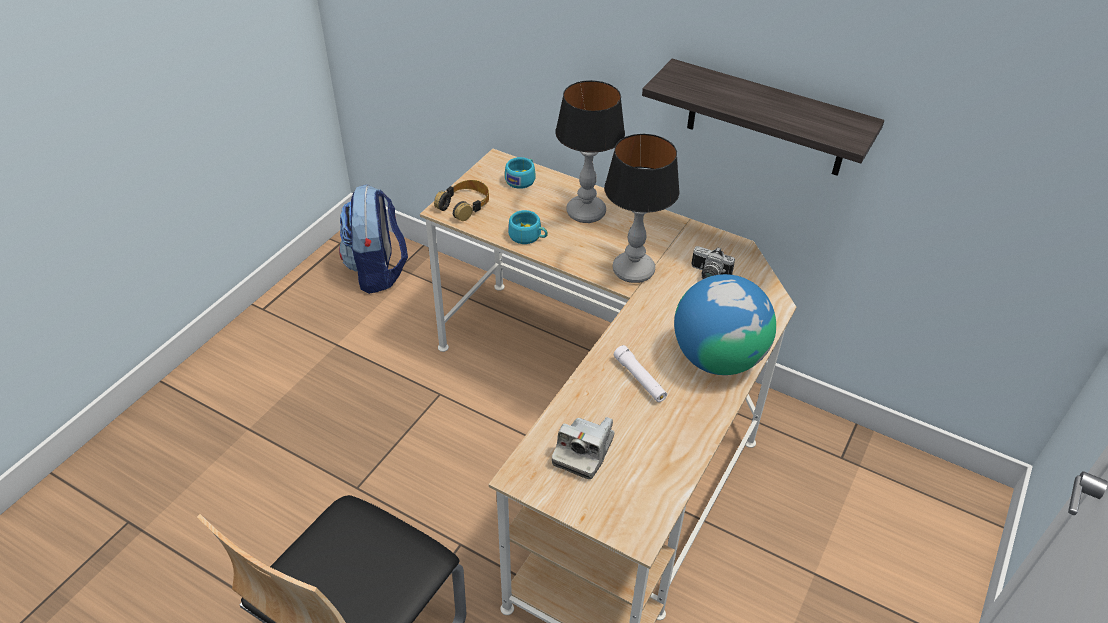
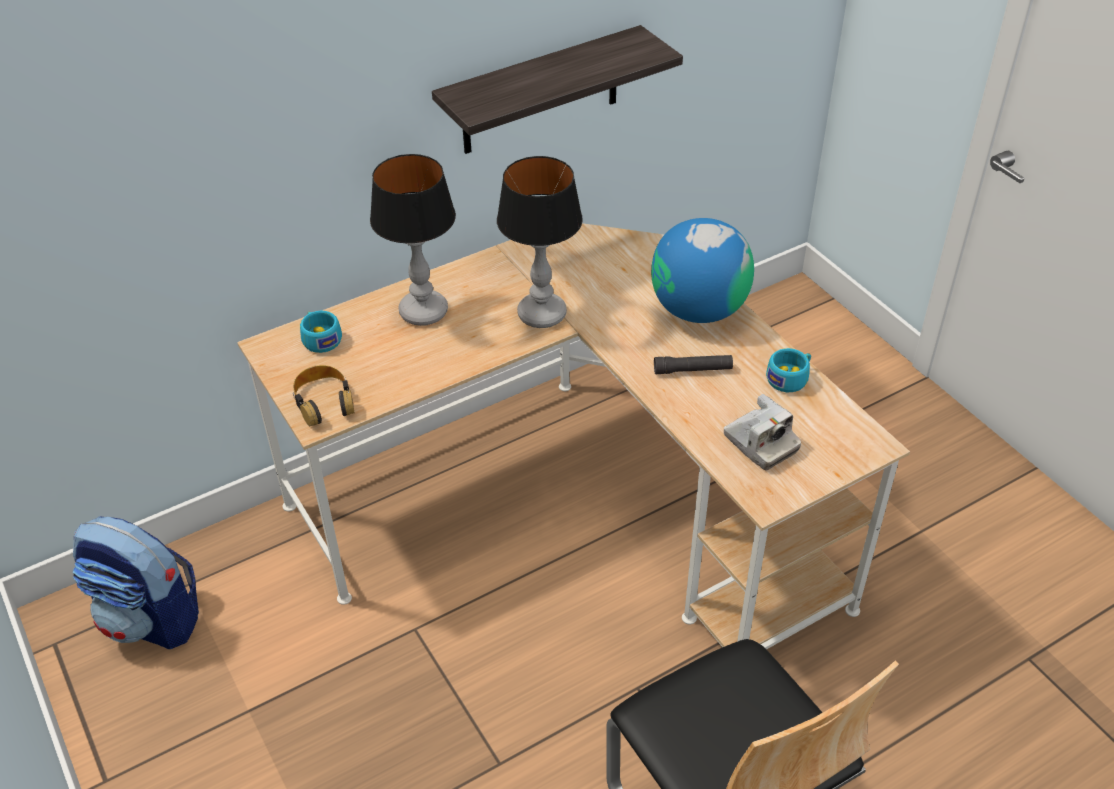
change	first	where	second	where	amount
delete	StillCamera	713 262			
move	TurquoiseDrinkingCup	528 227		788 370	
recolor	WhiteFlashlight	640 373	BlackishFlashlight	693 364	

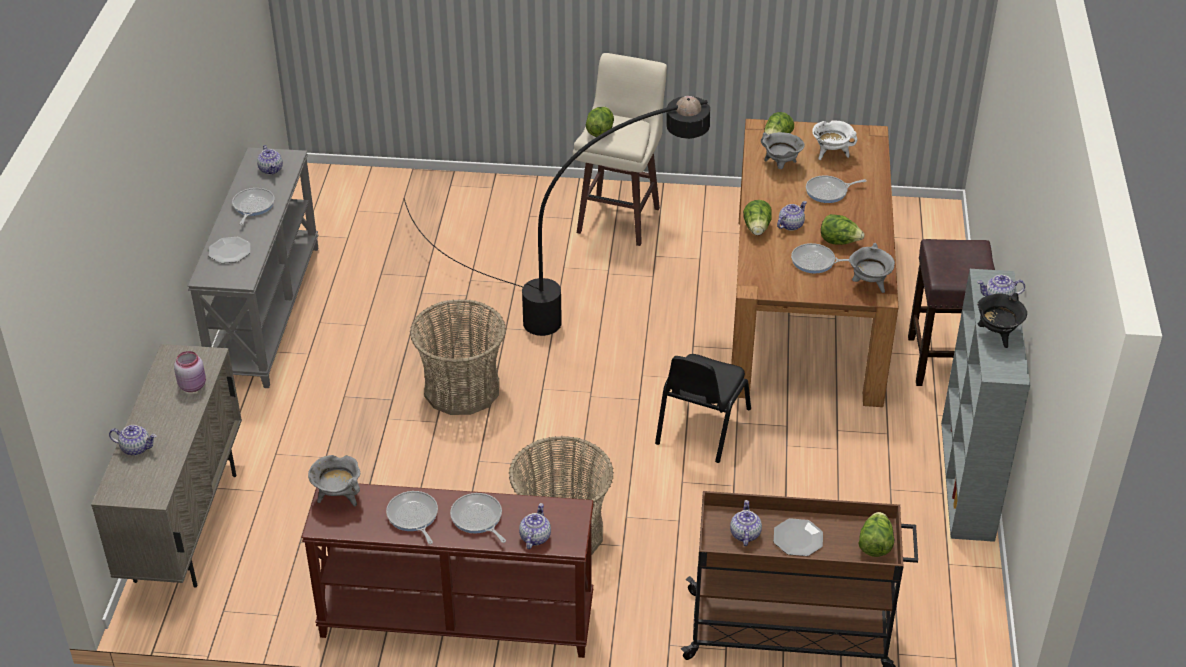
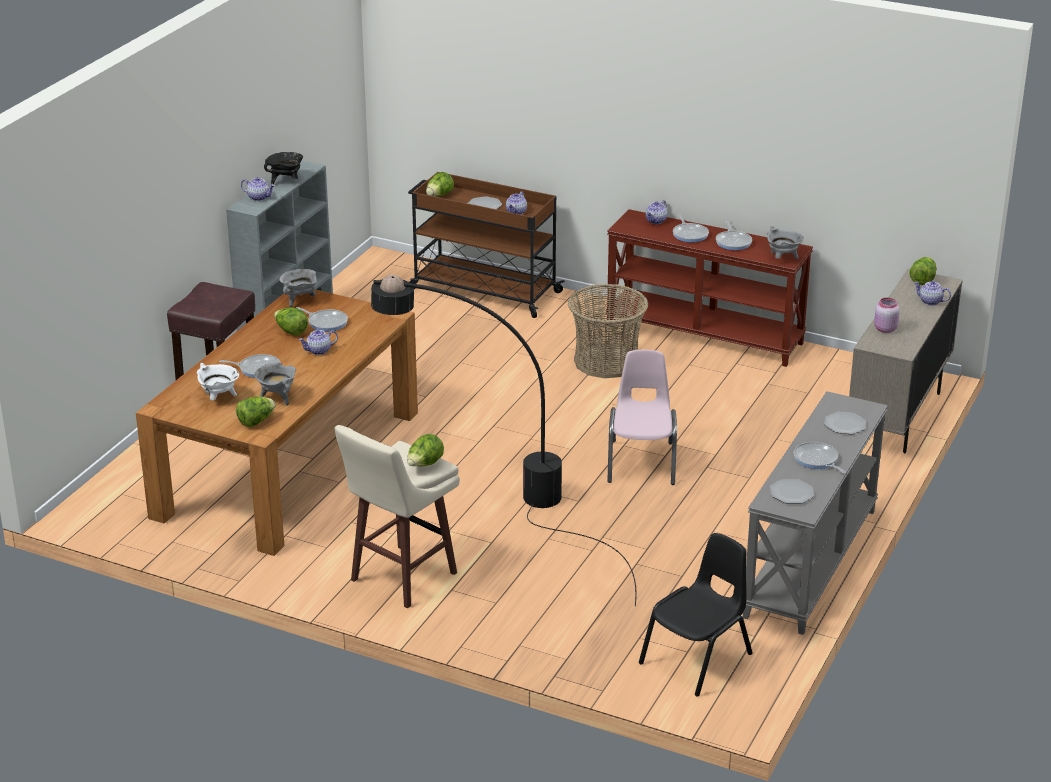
change	first	where	second	where	amount
move	BlackishPlainChair	703 408		696 615	
move	HeadOfLettuce	757 217		923 271	
replace	Teapot	270 160	Plate	792 491	
replace	Basket	458 357	PinkishPlainChair	642 417	
rotate	FryingPan	253 206		820 457	120 degrees clockwise

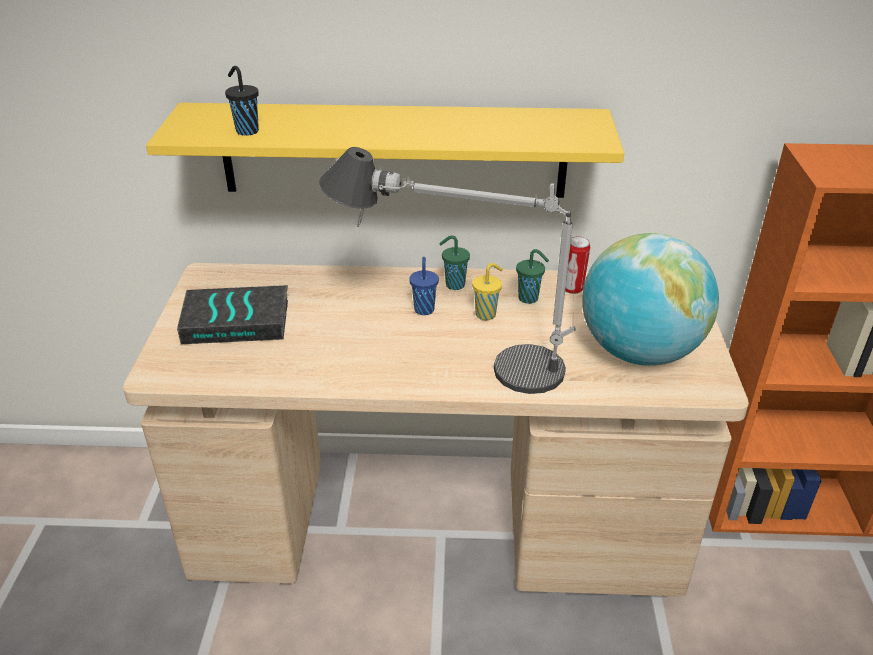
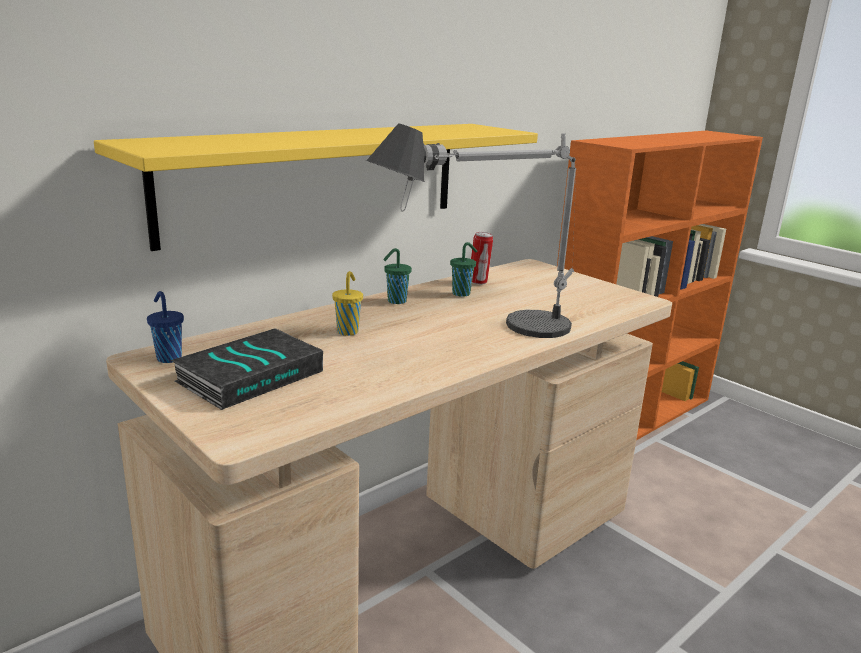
change	first	where	second	where	amount
delete	BlackishDrinkingCup	242 101			
delete	DeskGlobe	650 299			
move	BluishDrinkingCup	424 286		165 327	
move	YellowDrinkingCup	487 291		347 303	

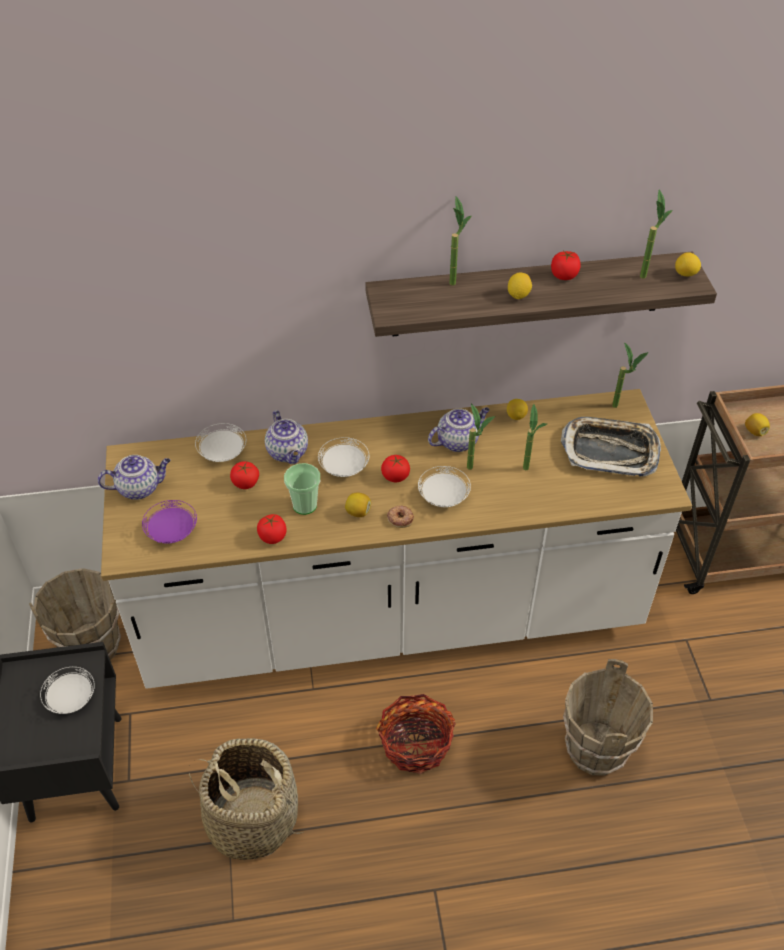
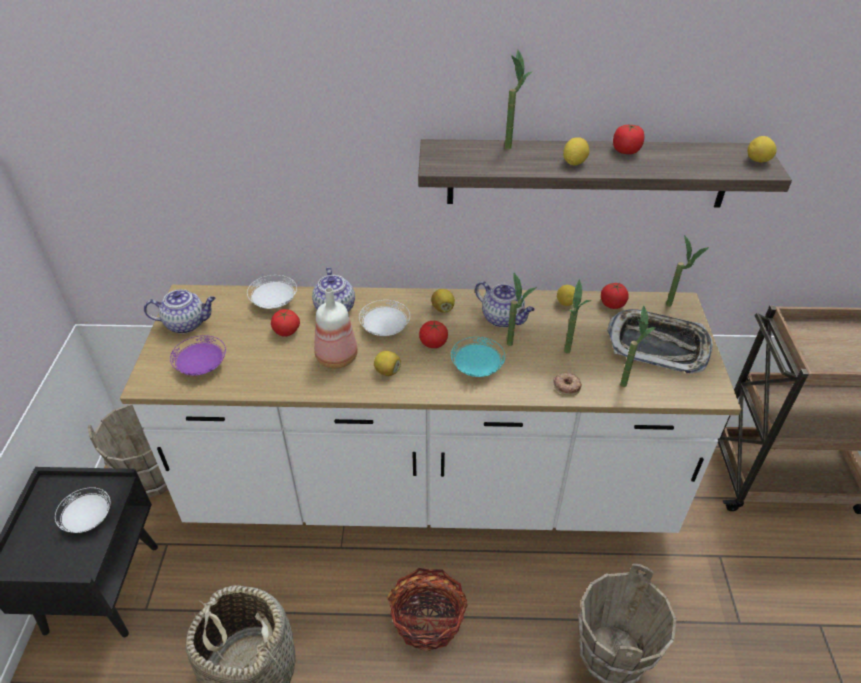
change	first	where	second	where	amount
move	Tomato	272 529		615 296	
move	Donut	400 517		567 384	
move	PottedPlant	656 233		638 346	
move	CitrusFruit	757 424		443 301	
replace	DrinkingCup	302 489	DrinkBottle	336 328	
recolor	WhitePlate	444 486	TurquoisePlate	478 357	
rotate	Teapot	459 429		505 304	60 degrees clockwise

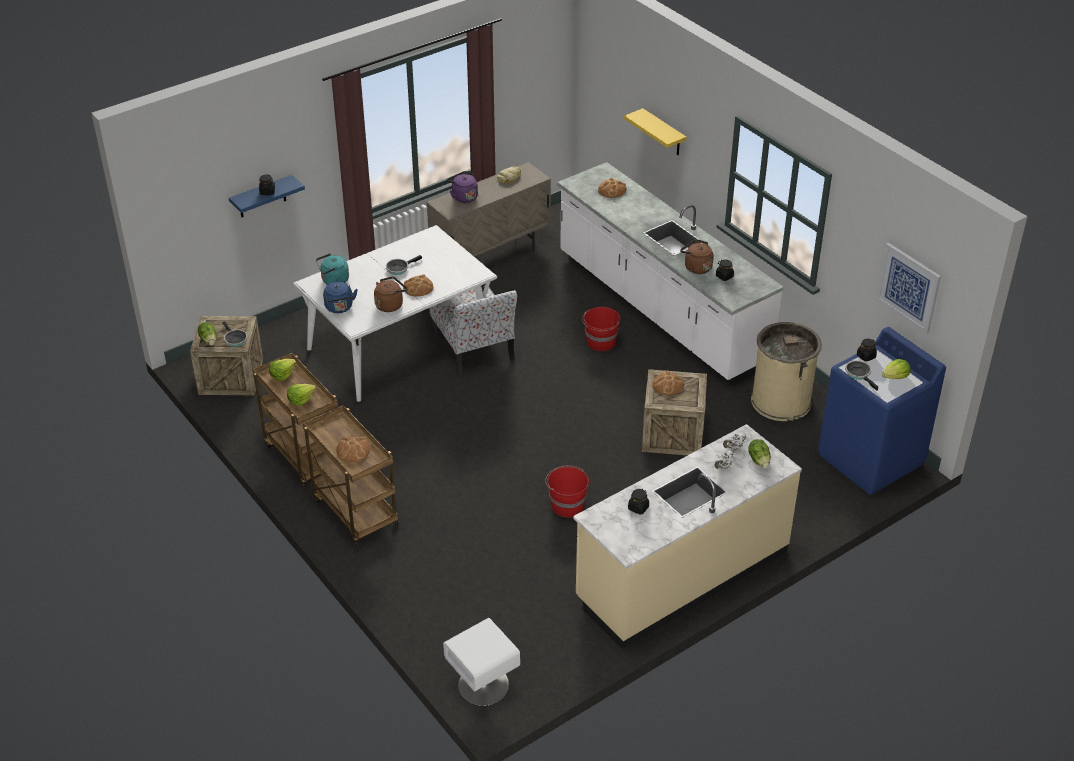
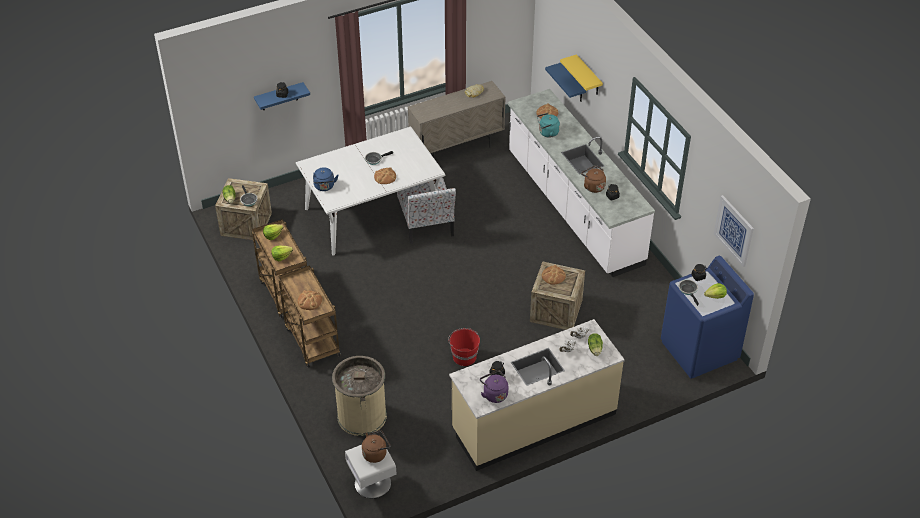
change	first	where	second	where	amount
delete	ReddishBucket	601 329			
insert			BluishShelf	565 82	
move	TurquoiseKettle	332 269		548 125	
move	BrownColouredKettle	390 294		376 446	
move	PurplishKettle	462 187		494 386	
move	SandColouredRubbishBin	786 371		359 396	

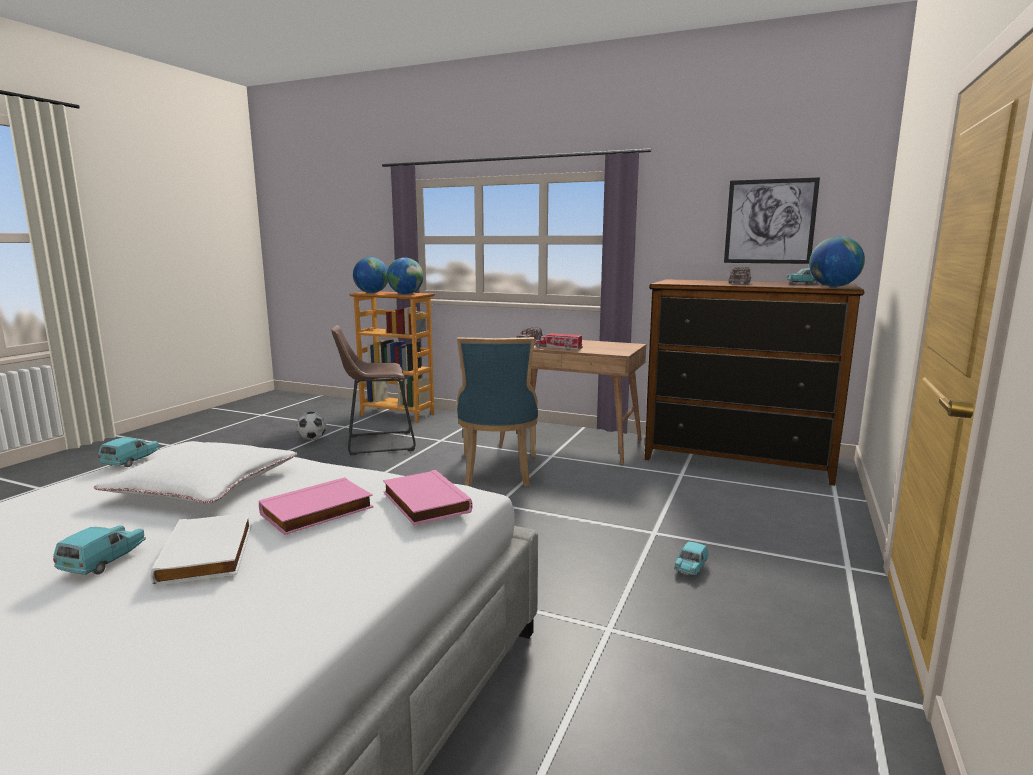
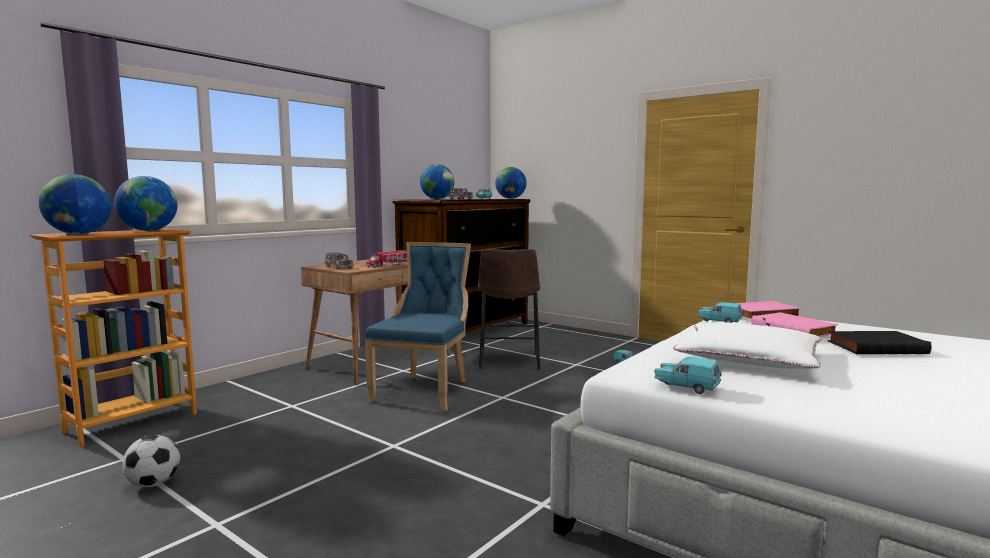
change	first	where	second	where	amount
delete	WallArt	772 220			
insert			DeskGlobe	437 181	
move	TurquoiseToyCar	99 550		720 312	
move	BrownColouredSittingStool	373 390		509 309	
recolor	WhiteVolume	201 549	BlackishVolume	879 342	
rotate	BluishPlainChair	497 411		418 326	90 degrees counterclockwise

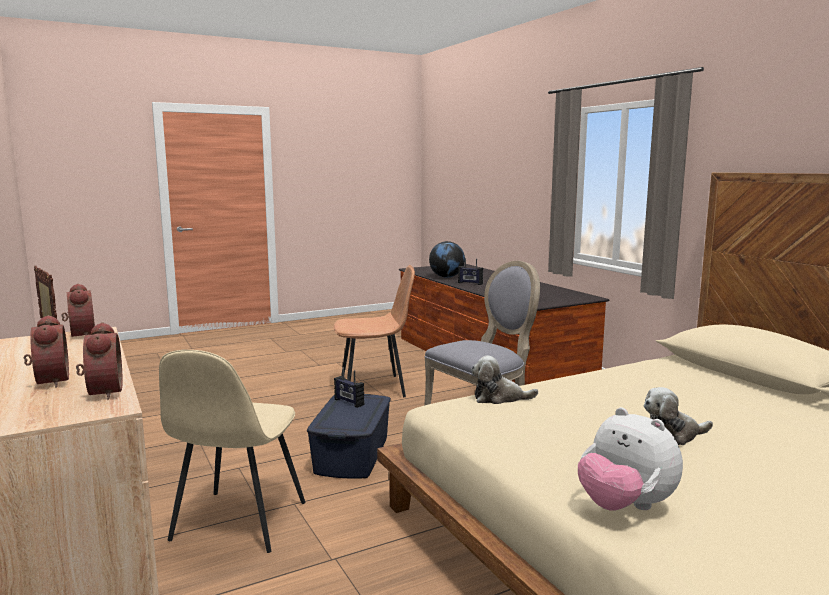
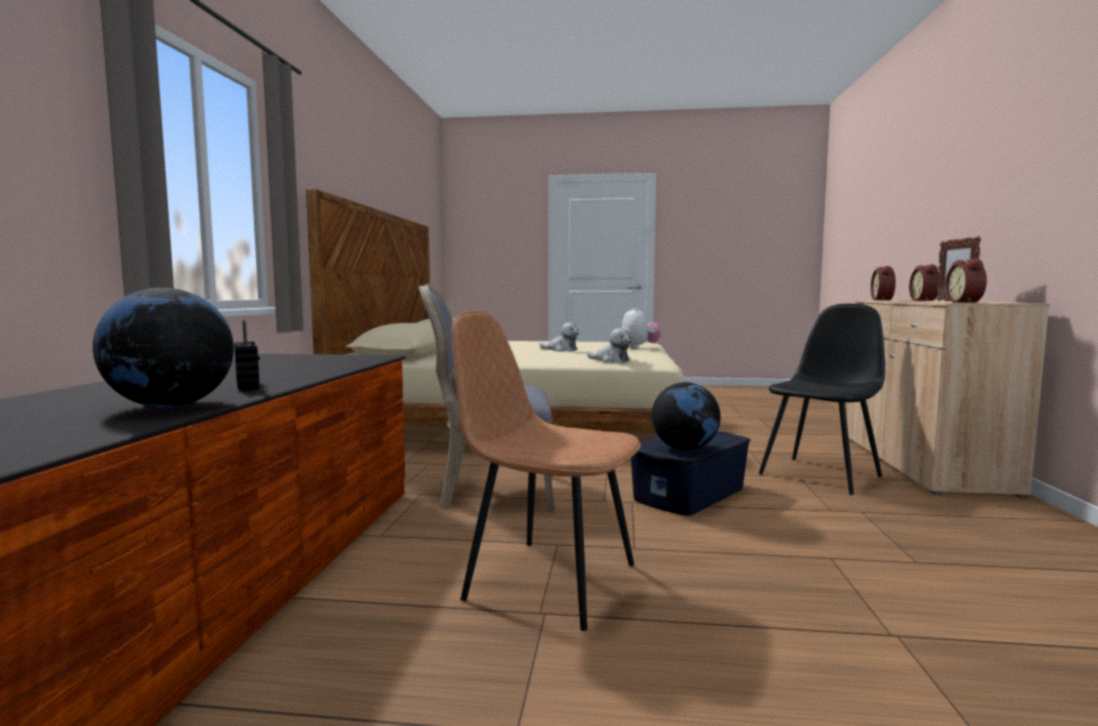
change	first	where	second	where	amount
replace	Radio	349 387	DeskGlobe	686 416	
recolor	SandColouredPlainChair	232 451	BlackishPlainChair	822 399	

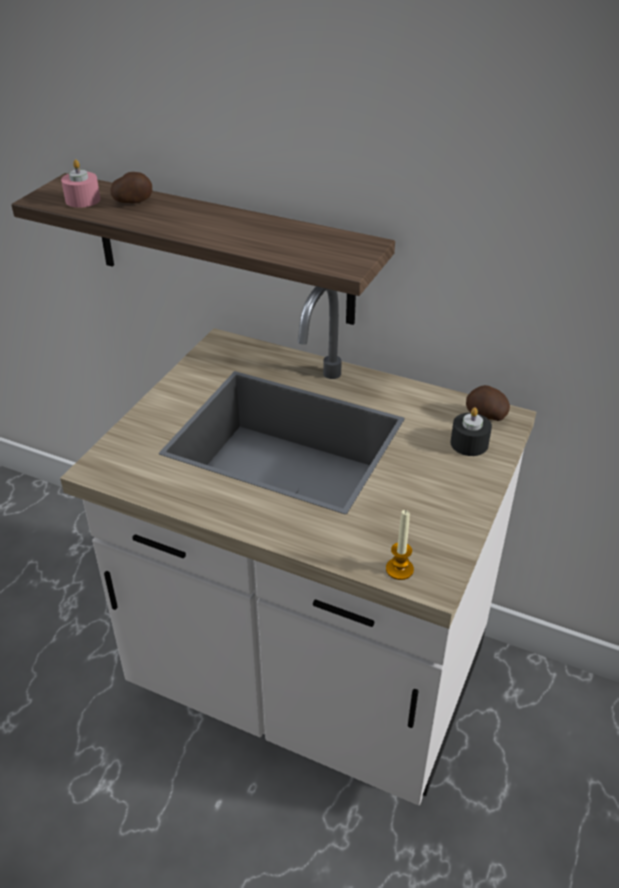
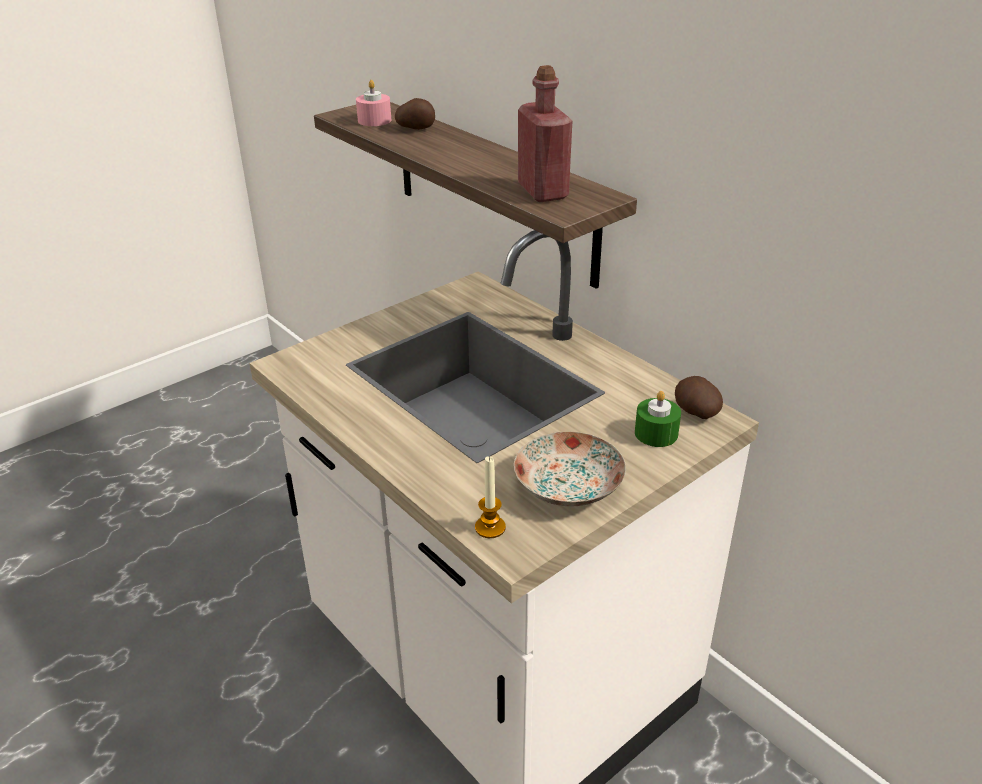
change	first	where	second	where	amount
insert			Plate	570 469	
insert			ReddishDrinkBottle	545 133	
recolor	BlackishCandle	471 431	GreenColouredCandle	658 419	

